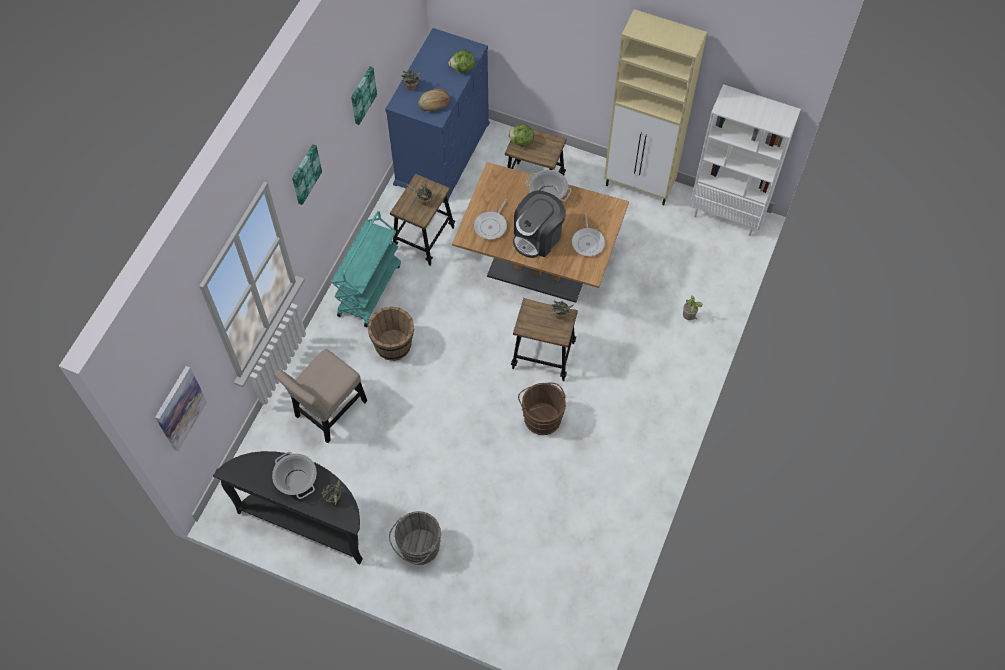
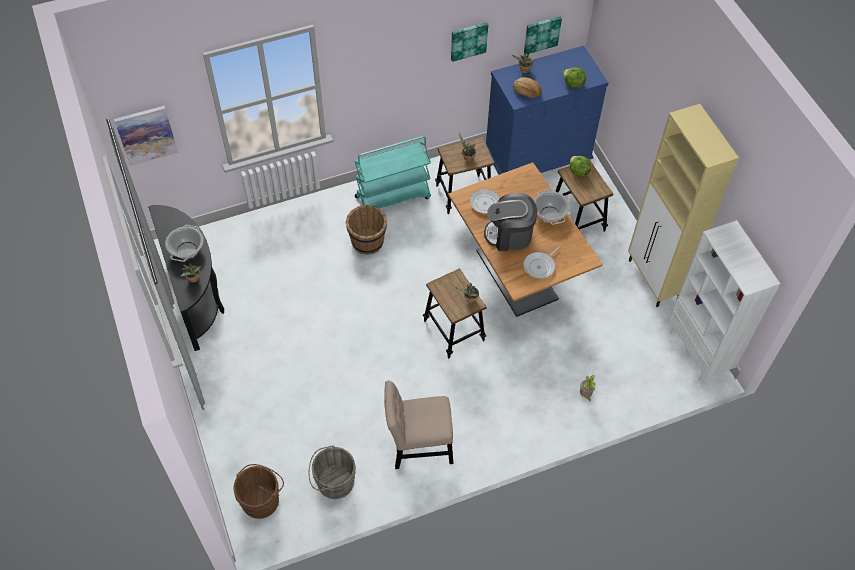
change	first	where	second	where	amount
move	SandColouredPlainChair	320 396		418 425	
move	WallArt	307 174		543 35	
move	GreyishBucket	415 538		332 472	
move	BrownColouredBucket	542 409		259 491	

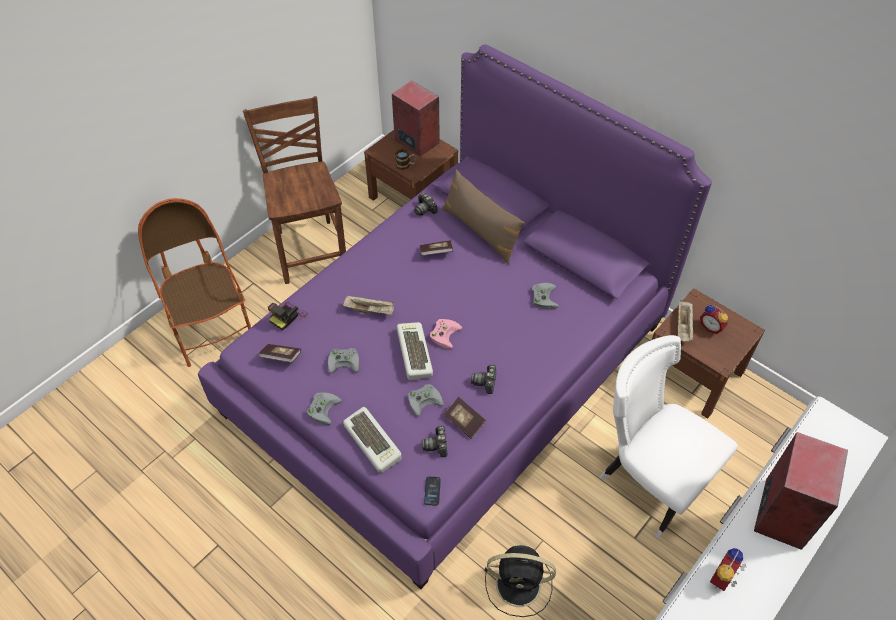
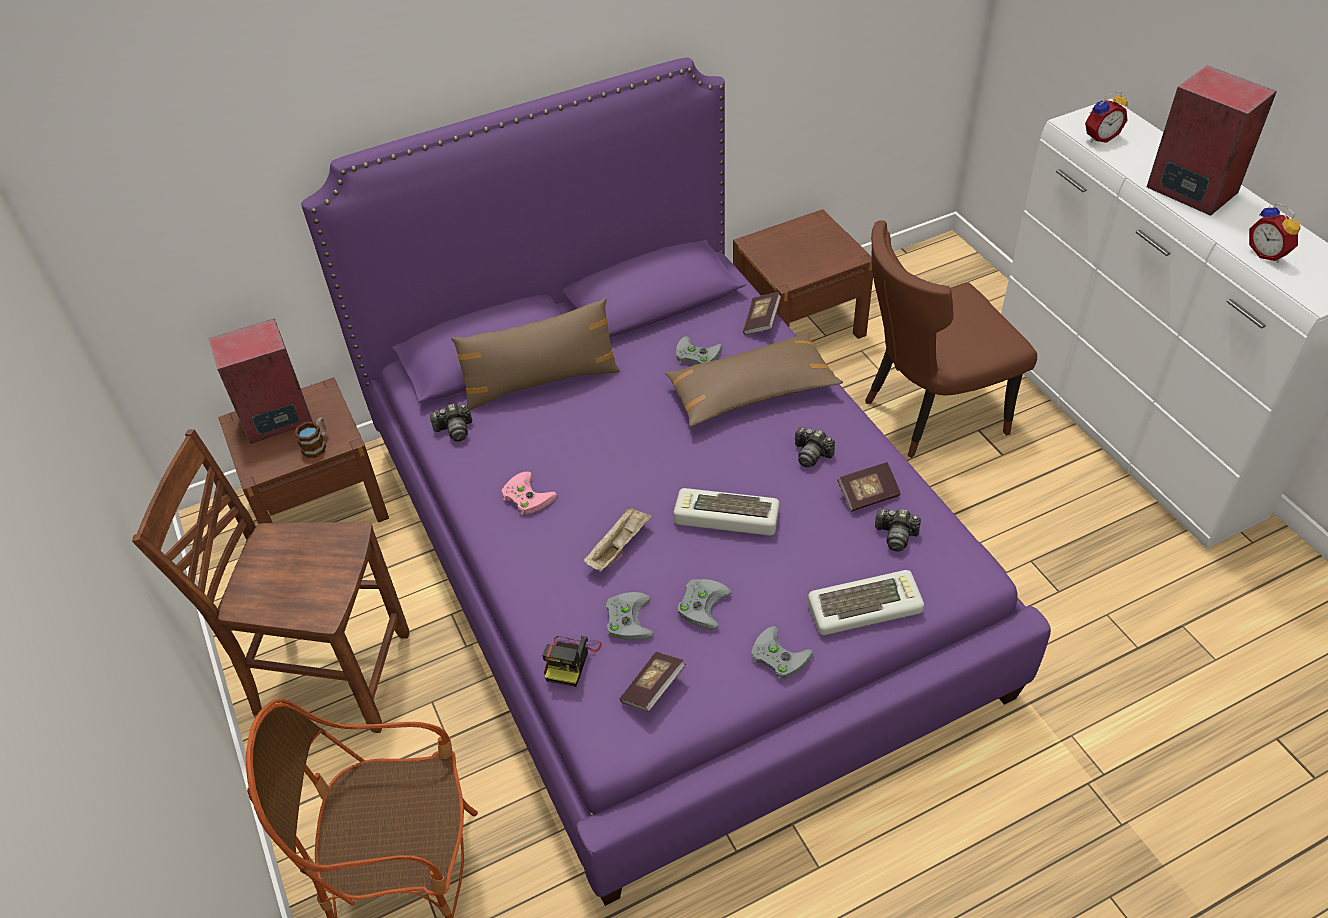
change	first	where	second	where	amount
delete	Telephone	432 491			
delete	BlackishCoolingFan	520 581			
delete	SandColouredTray	685 321			
insert			BrownColouredCushion	754 379	
move	GreyishGamepad	426 400		630 616	
move	Volume	436 248		762 313	
move	PinkishGamepad	446 334		529 493	
move	BedsideClock	714 319		1106 117	
recolor	WhitePlainChair	669 437	BrownColouredPlainChair	951 339	
rotate	StillCamera	288 316		572 661	45 degrees clockwise

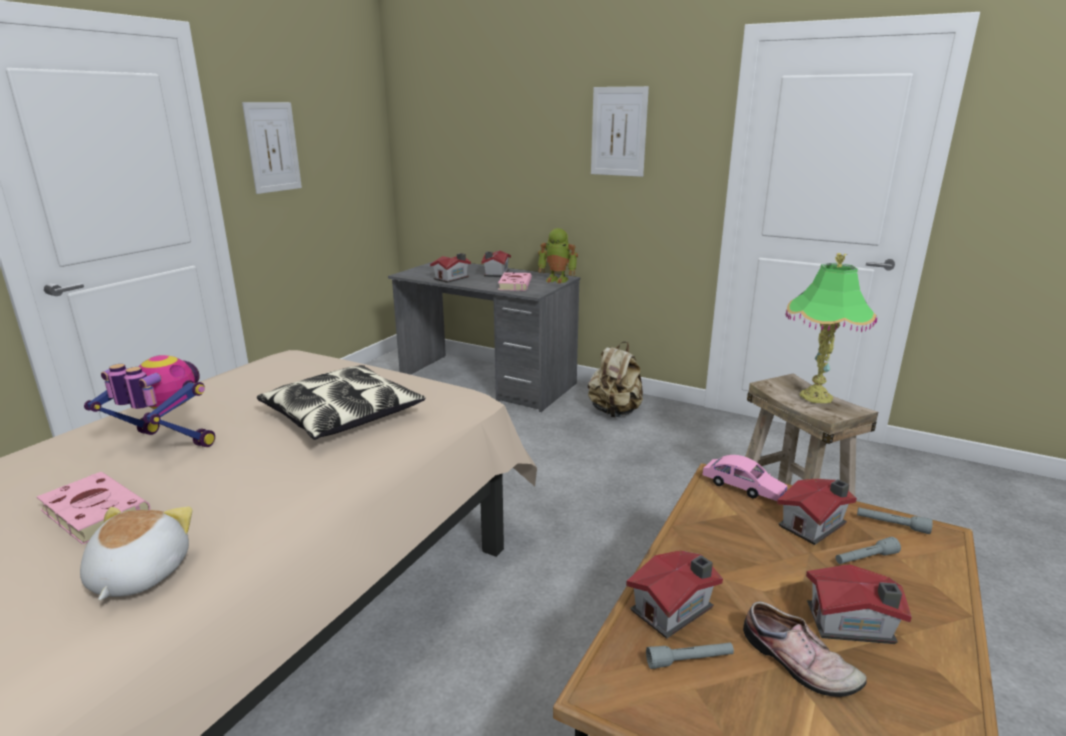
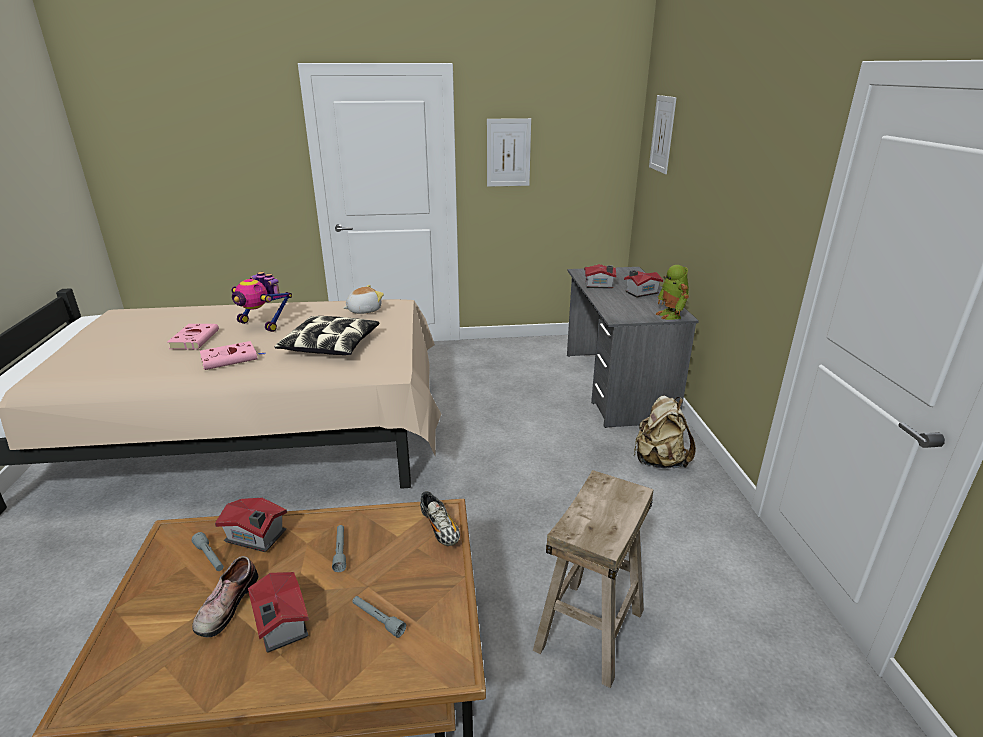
change	first	where	second	where	amount
delete	ModelHouse	817 512			
delete	TableLamp	831 328			
move	SoftToy	136 553		363 299	
move	PinkishVolume	515 281		232 355	
move	WallArt	620 131		663 134	
move	GreyishFlashlight	895 520		339 548	
replace	PinkishToyCar	745 478	Shoe	440 518	
rotate	ToyRobot	149 401		261 302	135 degrees clockwise

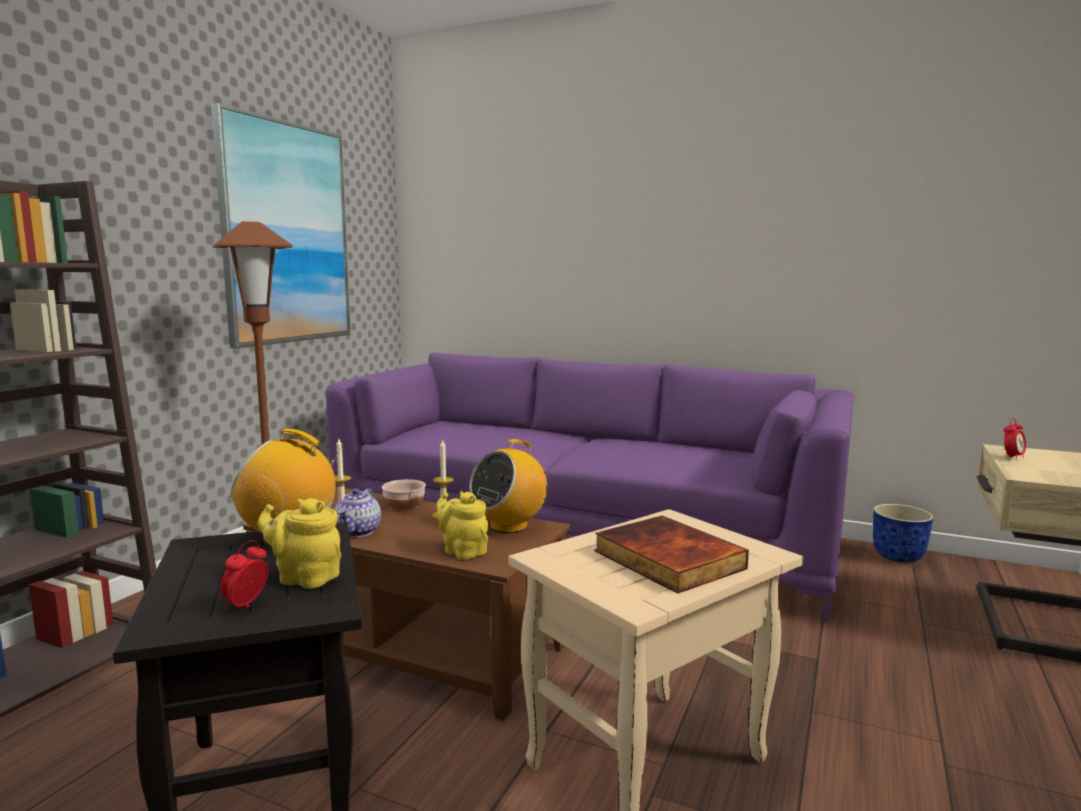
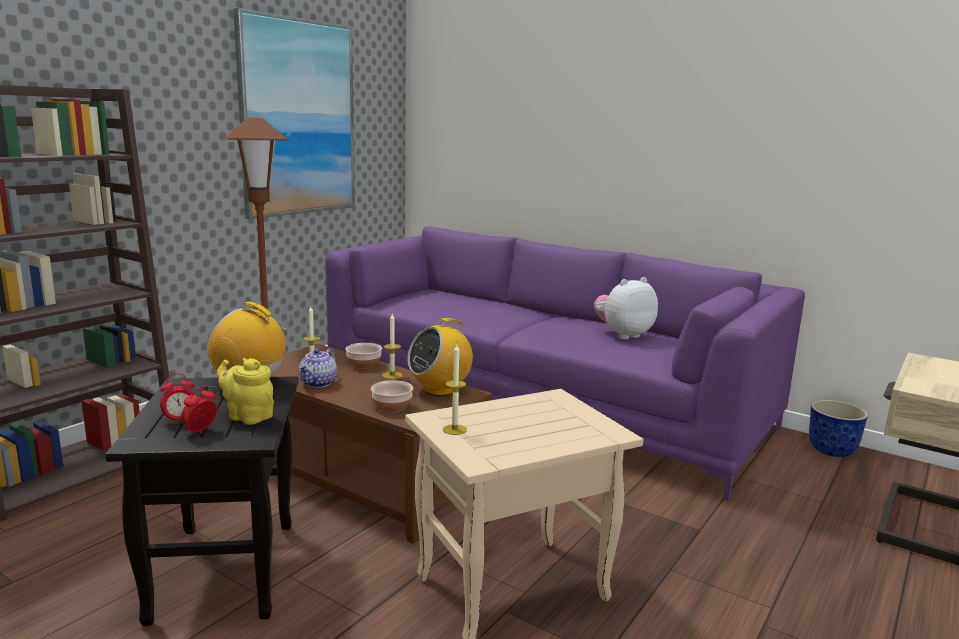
change	first	where	second	where	amount
delete	Volume	672 555			
insert			Candle	455 390	
insert			SoftToy	626 308	
move	BedsideClock	1015 439		177 399	
replace	YellowTeapot	462 525	Bowl	392 396	

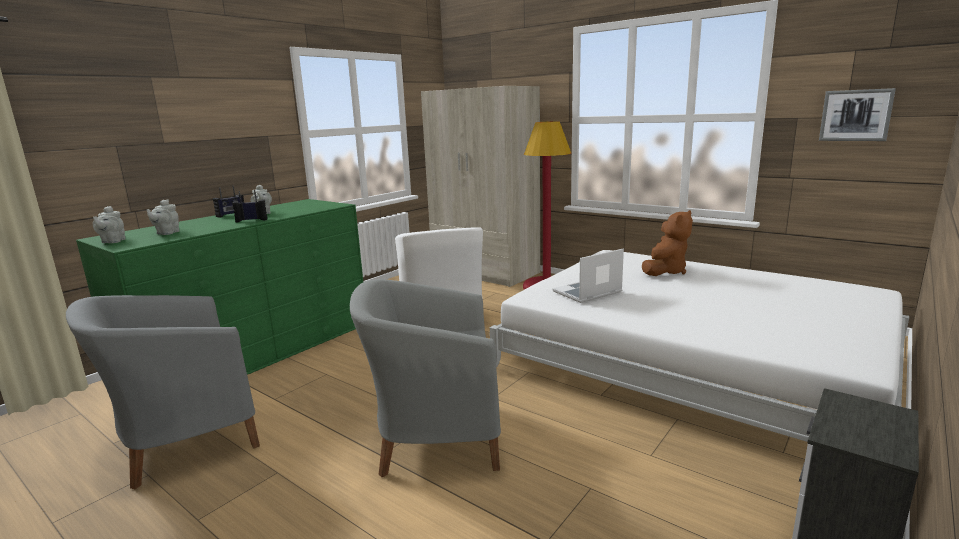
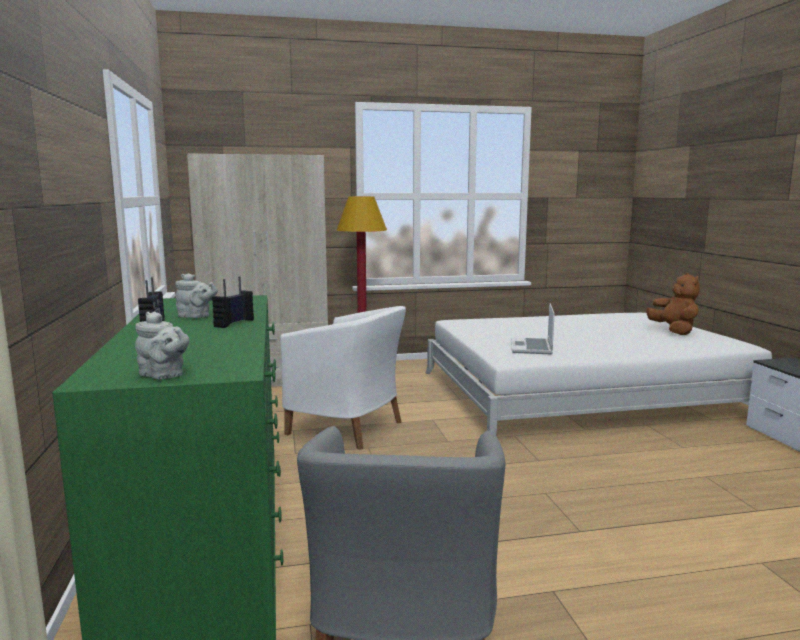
change	first	where	second	where	amount
delete	GreyishTeapot	163 217			
delete	GreyishEasyChair	425 378			
delete	WallArt	857 114			
move	BrownColouredSoftToy	667 243		673 304	

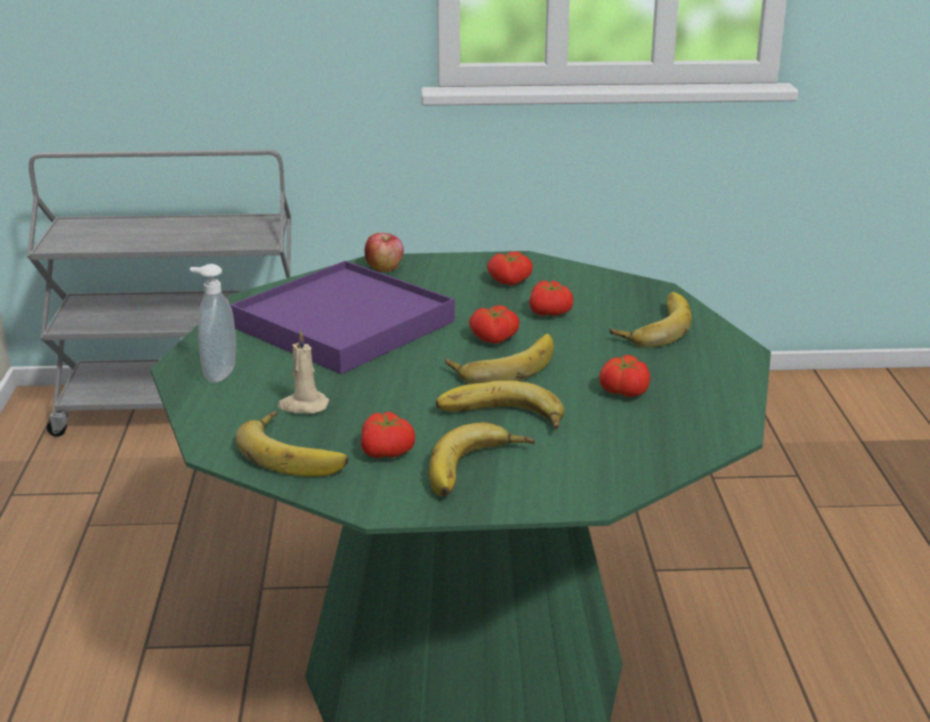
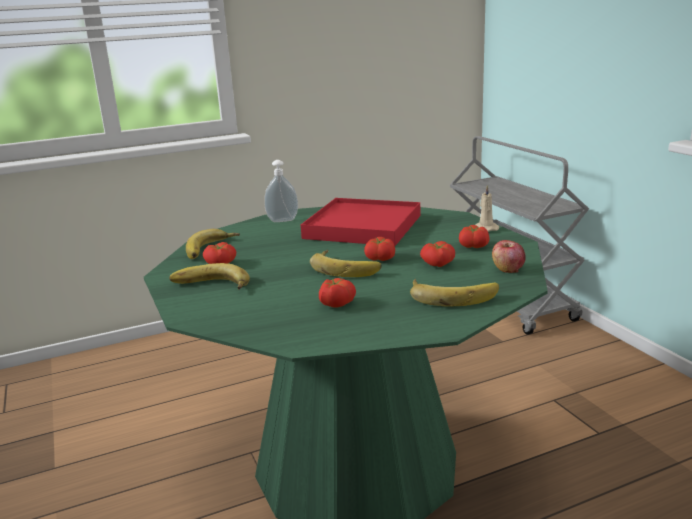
change	first	where	second	where	amount
delete	BananaFruit	500 405			
move	SandColouredCandle	303 371		487 208	
move	AppleFruit	384 252		509 256	
recolor	PurplishTray	342 317	ReddishTray	360 222	

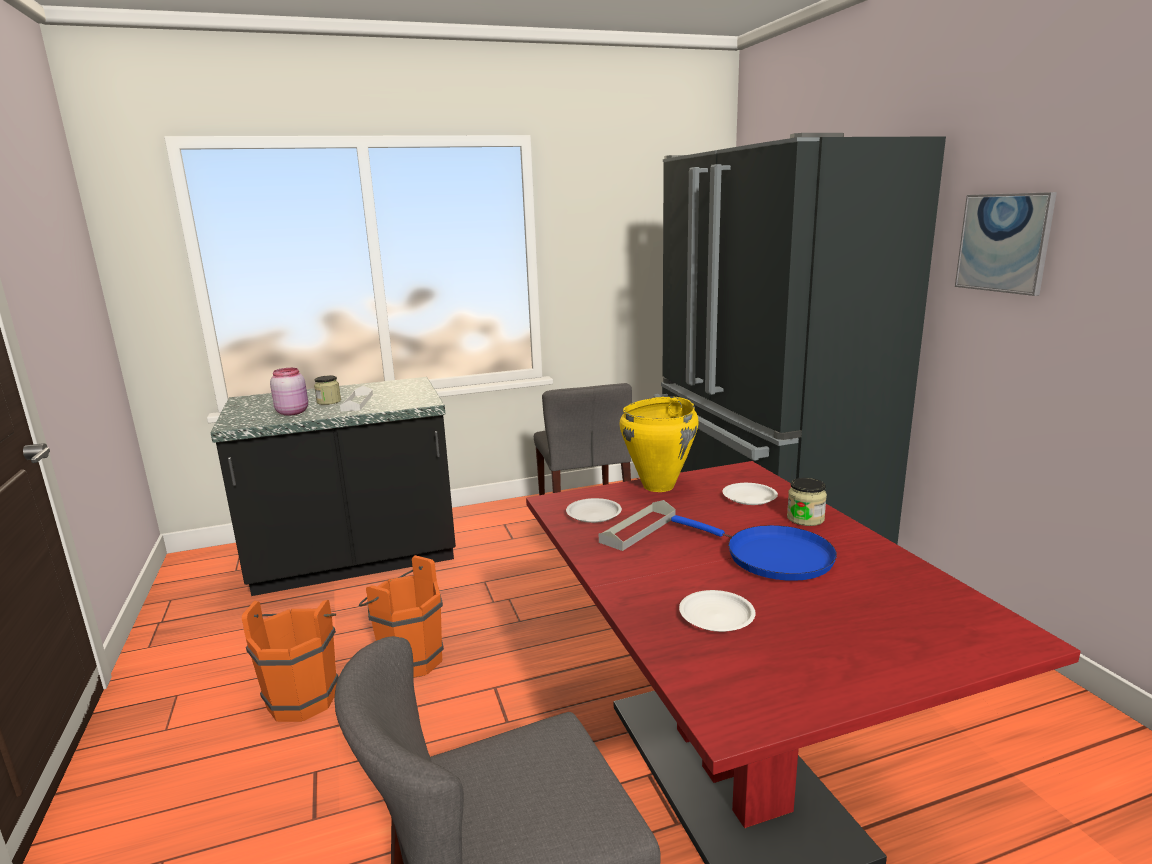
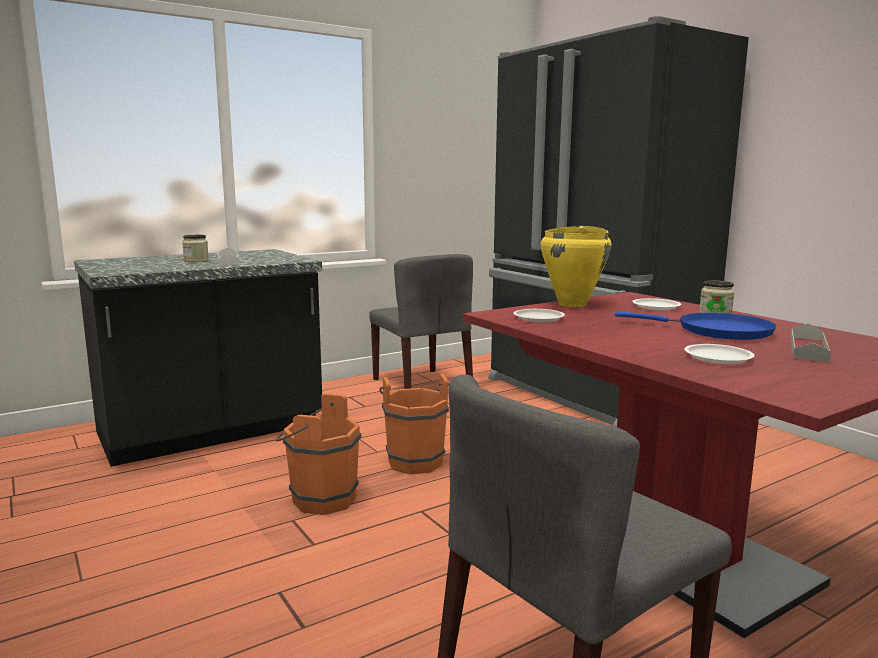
change	first	where	second	where	amount
delete	PinkishJar	289 392			
delete	WallArt	1006 244			
move	OrangeColouredBucket	290 661		414 424	
move	GreyishTray	637 525		811 342	

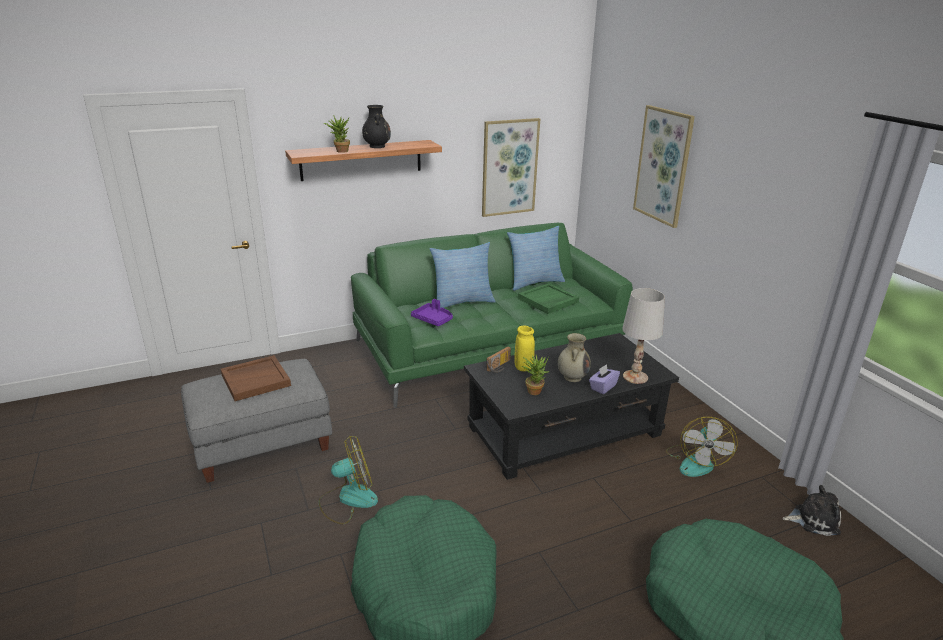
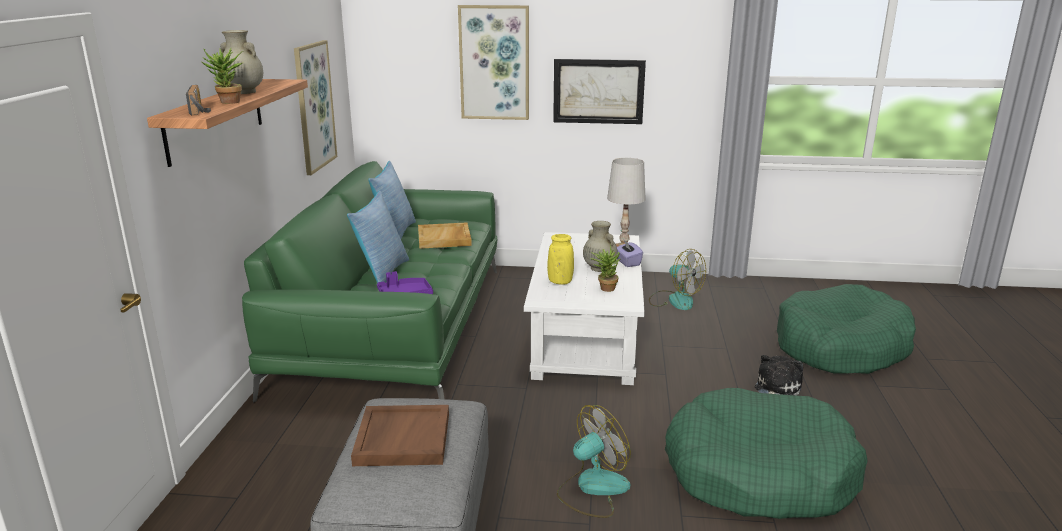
change	first	where	second	where	amount
insert			WallArt	599 91	
move	Radio	498 359		198 100	
move	SoftToy	812 510		779 375	
recolor	BlackishDecorativeVase	376 126	SandColouredDecorativeVase	240 62	
recolor	BlackishCoffeeTable	571 406	WhiteCoffeeTable	584 308	
recolor	GreenColouredTray	548 298	SandColouredTray	445 235	
rotate	CoolingFan	348 480		594 461	45 degrees clockwise

